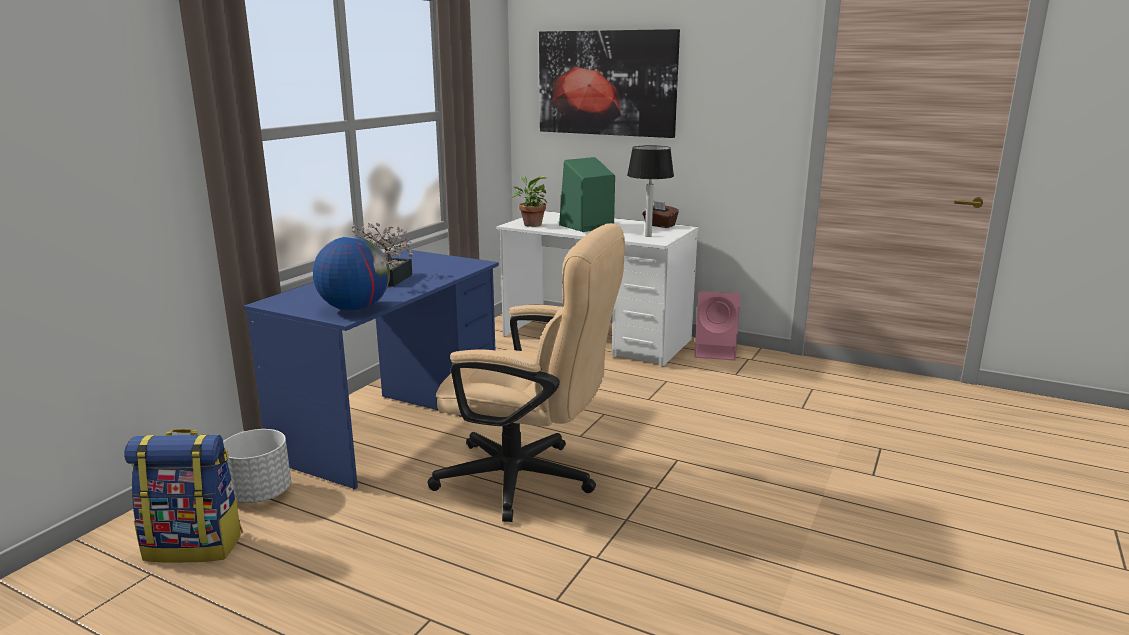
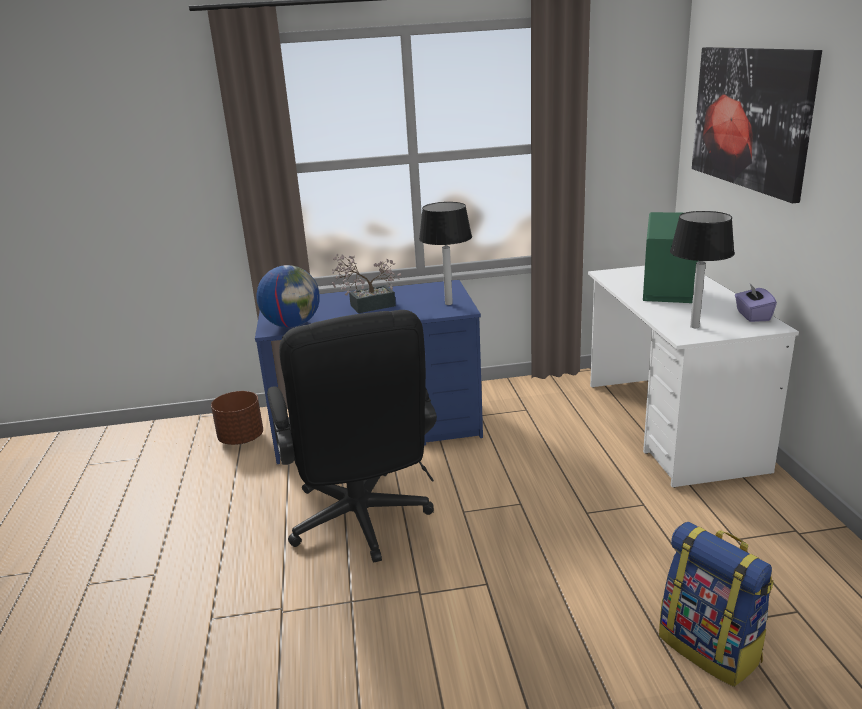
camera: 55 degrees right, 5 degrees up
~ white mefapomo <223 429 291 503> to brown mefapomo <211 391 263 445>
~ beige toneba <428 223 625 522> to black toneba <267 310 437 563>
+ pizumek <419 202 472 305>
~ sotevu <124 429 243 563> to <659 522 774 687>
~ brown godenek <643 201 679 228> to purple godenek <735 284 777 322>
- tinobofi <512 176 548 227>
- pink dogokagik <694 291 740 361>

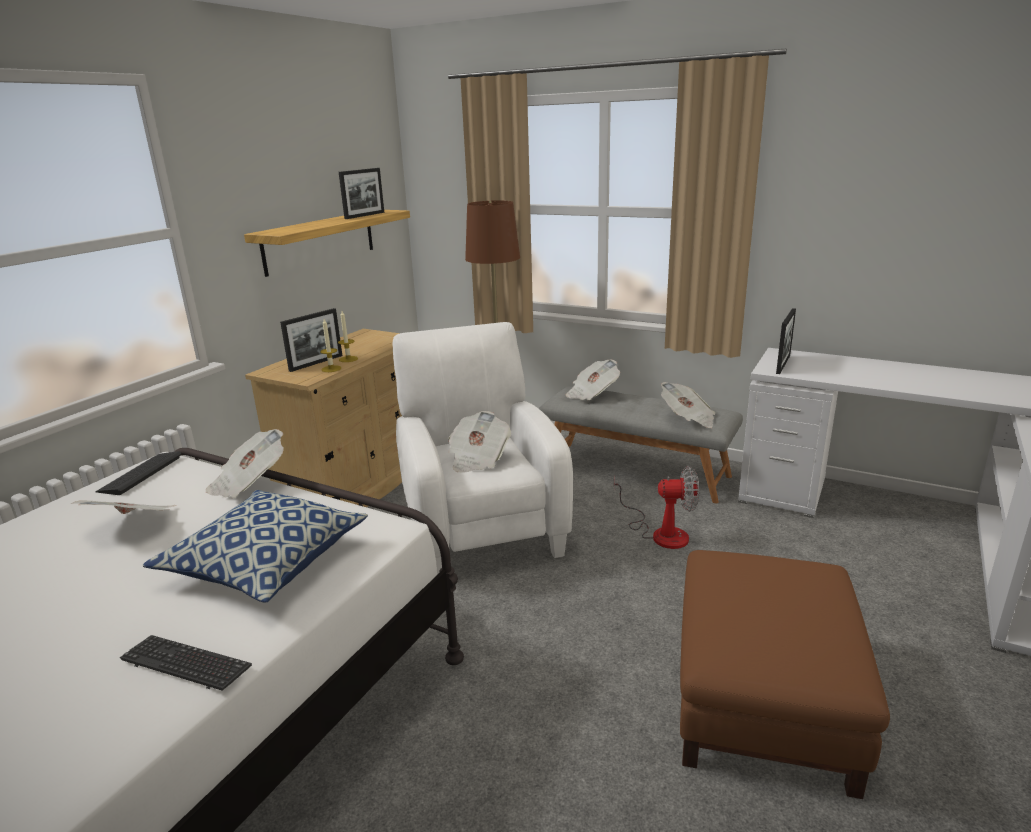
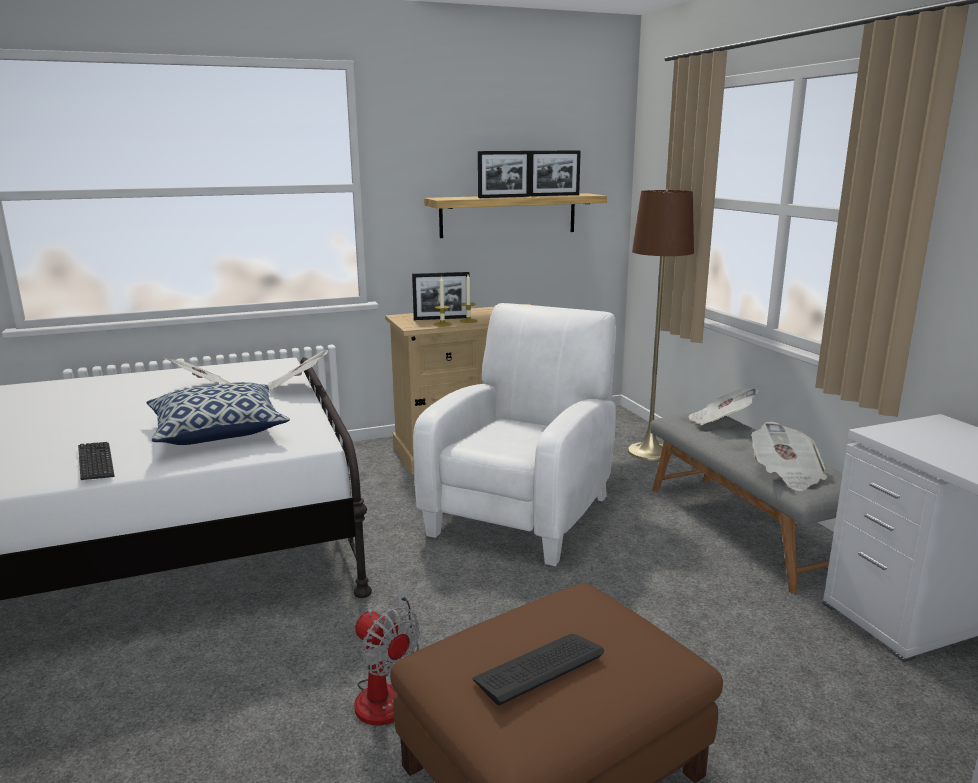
camera: 40 degrees right, 5 degrees down
~ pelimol <614 466 699 549> to <354 586 420 725>
~ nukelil <96 451 181 495> to <472 634 604 705>
~ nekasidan <776 308 796 374> to <478 151 530 198>
- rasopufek <448 411 511 473>

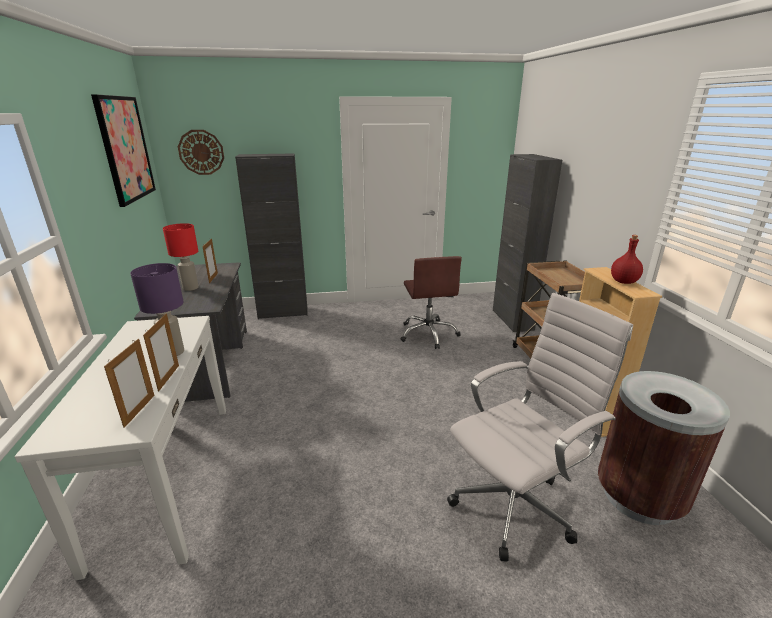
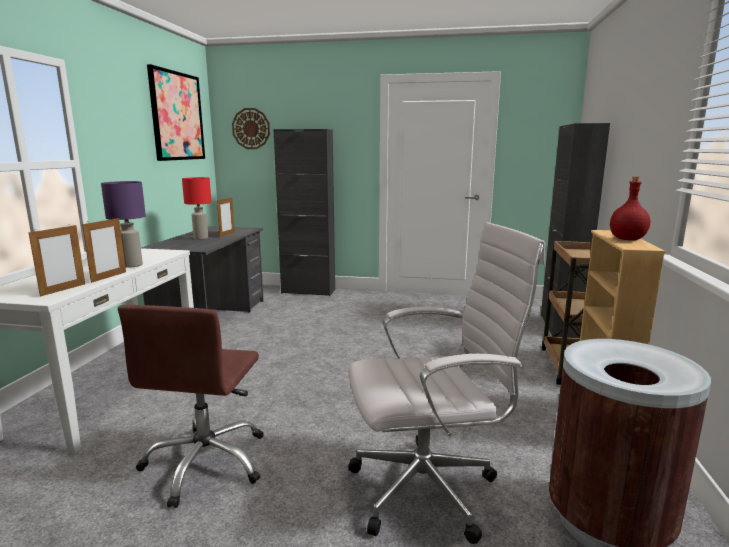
camera: 20 degrees right, 10 degrees down
~ brown toneba <400 256 462 349> to <118 305 264 508>

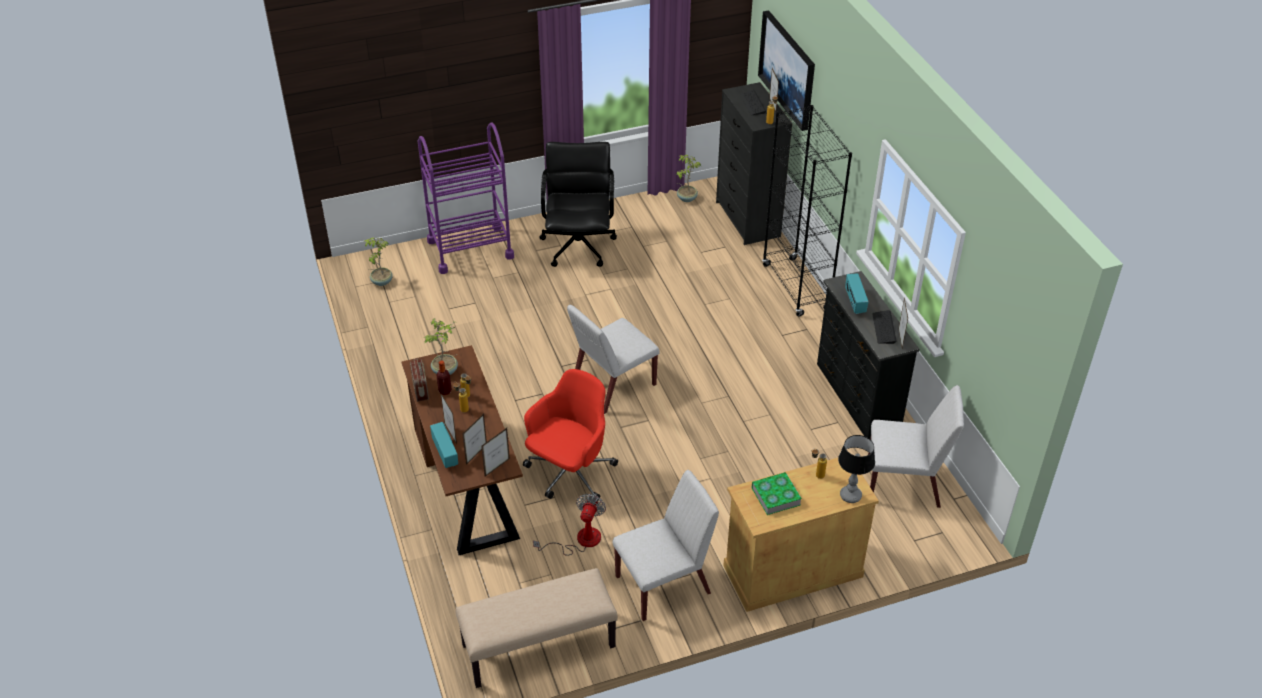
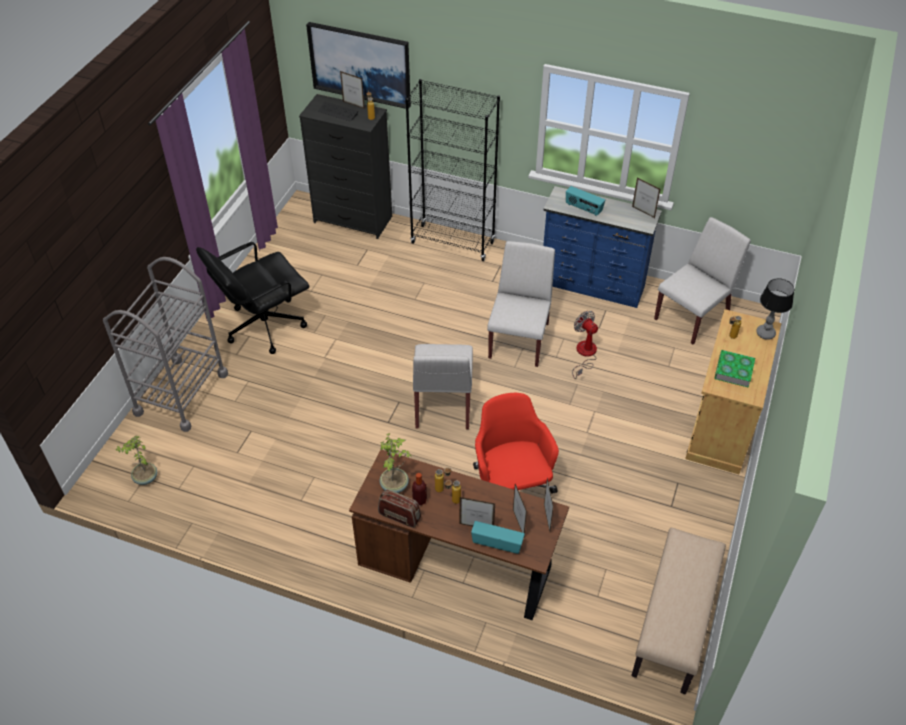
camera: 50 degrees left, 5 degrees up
~ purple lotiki <418 122 514 274> to grey lotiki <103 257 228 432>
~ black toneba <539 142 617 267> = <196 242 309 354> 75 degrees counterclockwise
~ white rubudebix <612 470 719 621> to <487 241 555 367>
~ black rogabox <817 271 919 439> to blue rogabox <543 186 662 308>
~ pelimol <533 494 606 556> to <572 311 598 379>
- tinobofi <676 155 701 202>
- nukelil <872 310 897 344>

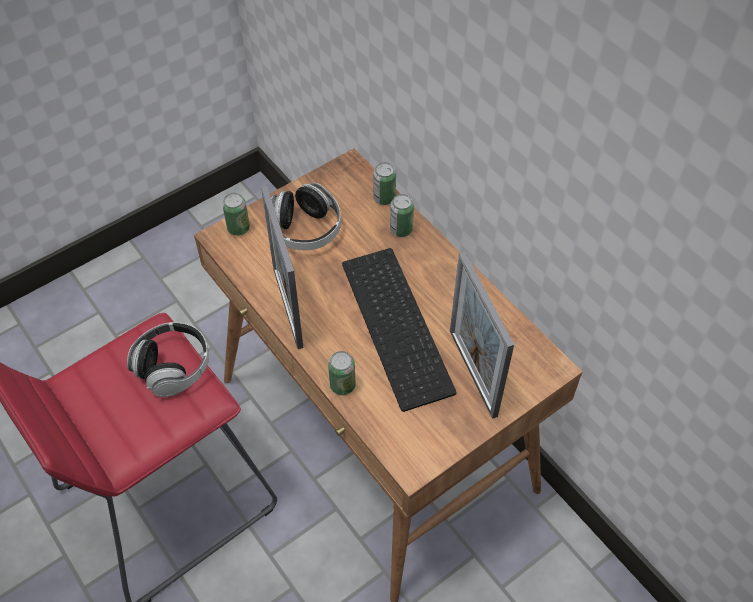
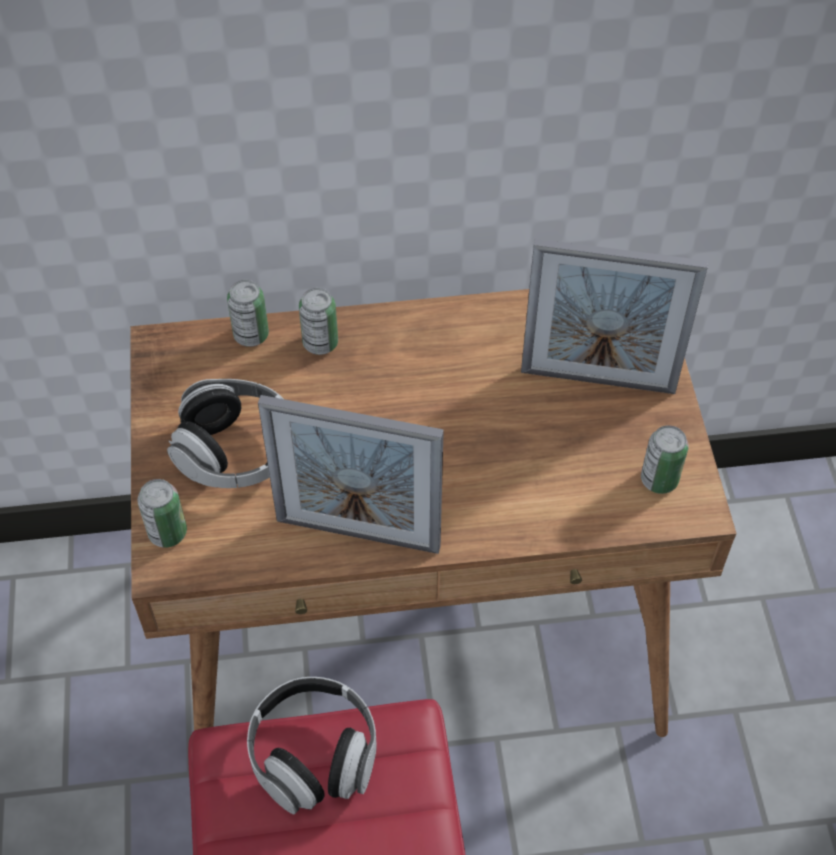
camera: 60 degrees left, 0 degrees up
~ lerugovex <328 351 356 395> to <641 425 688 494>
- nukelil <342 248 456 412>

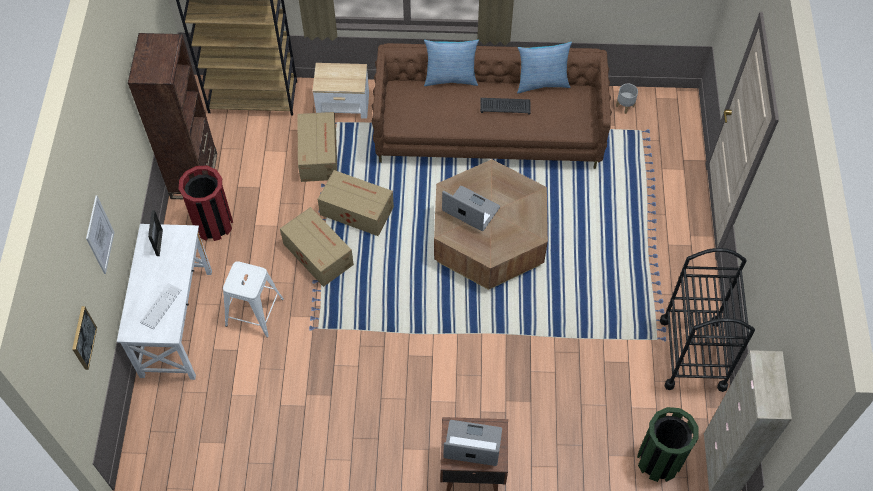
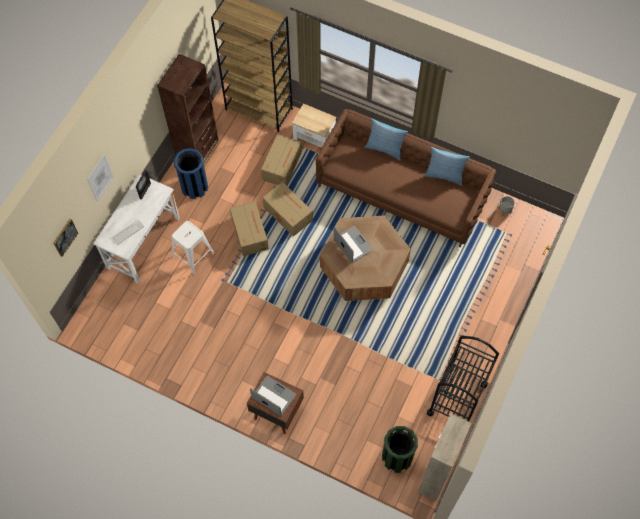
camera: 25 degrees right, 5 degrees up
~ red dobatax <179 166 233 241> to blue dobatax <174 148 208 199>
- nukelil <480 98 531 114>

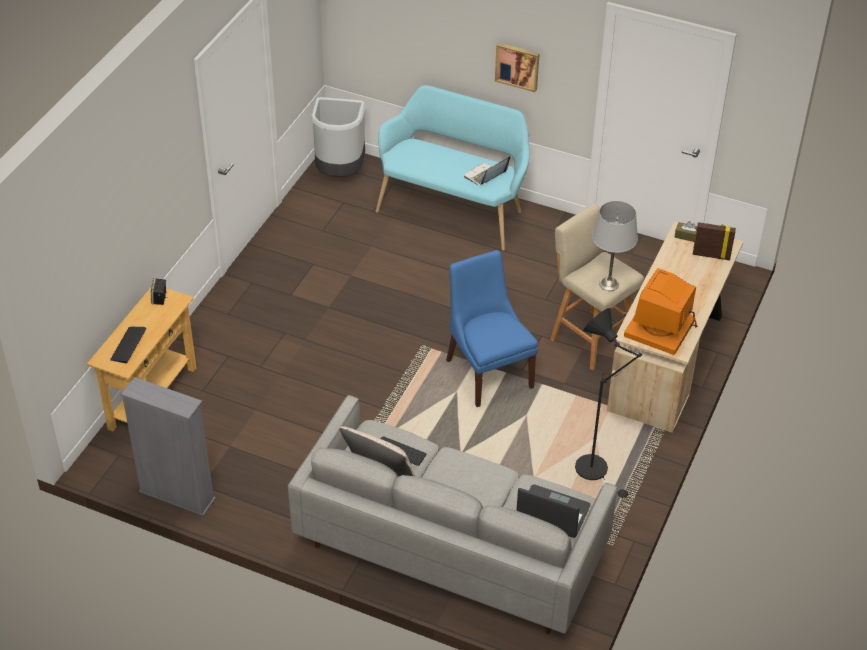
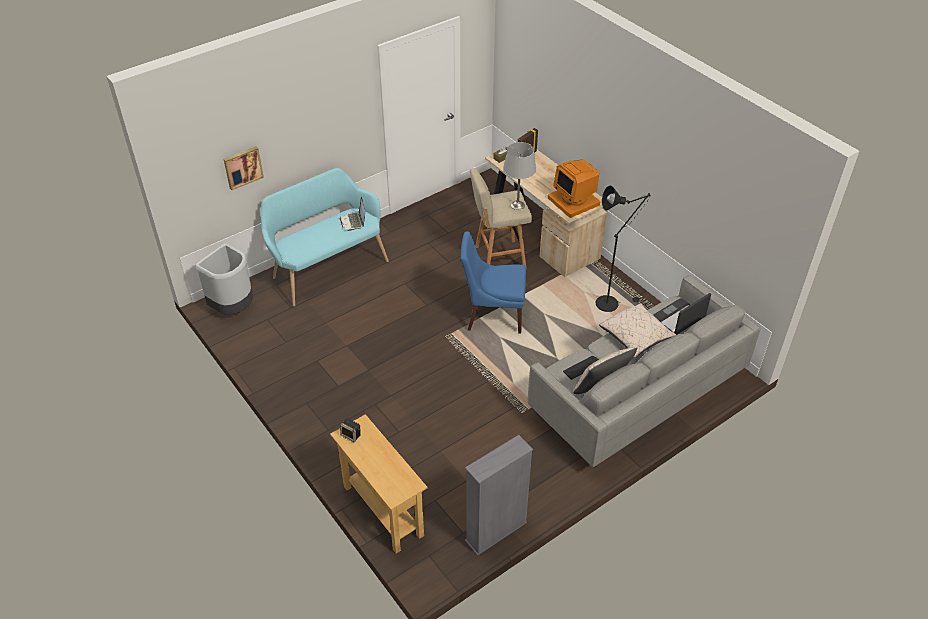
camera: 60 degrees left, 0 degrees up
~ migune <495 43 540 92> to <224 146 264 190>
+ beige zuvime <599 303 676 358>
- nukelil <110 327 147 363>

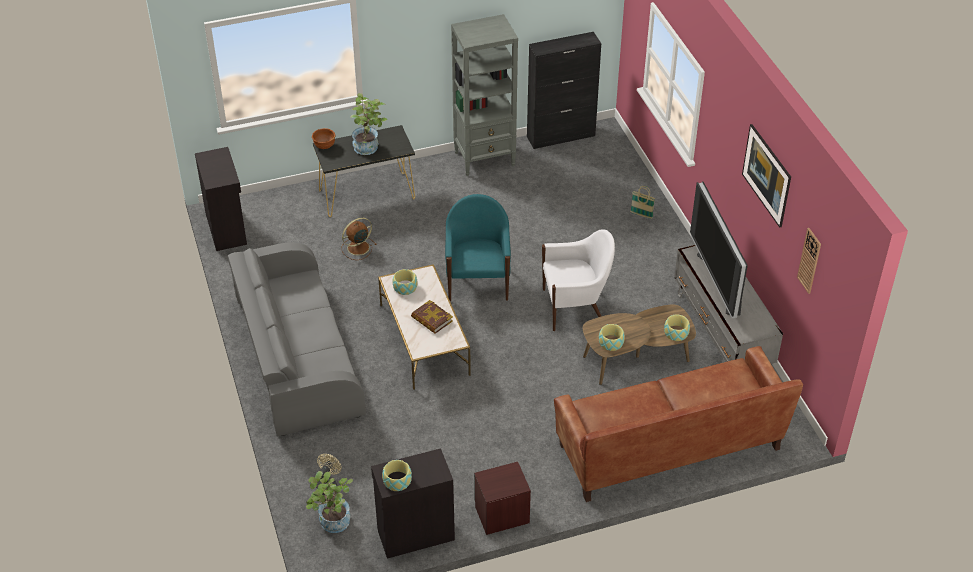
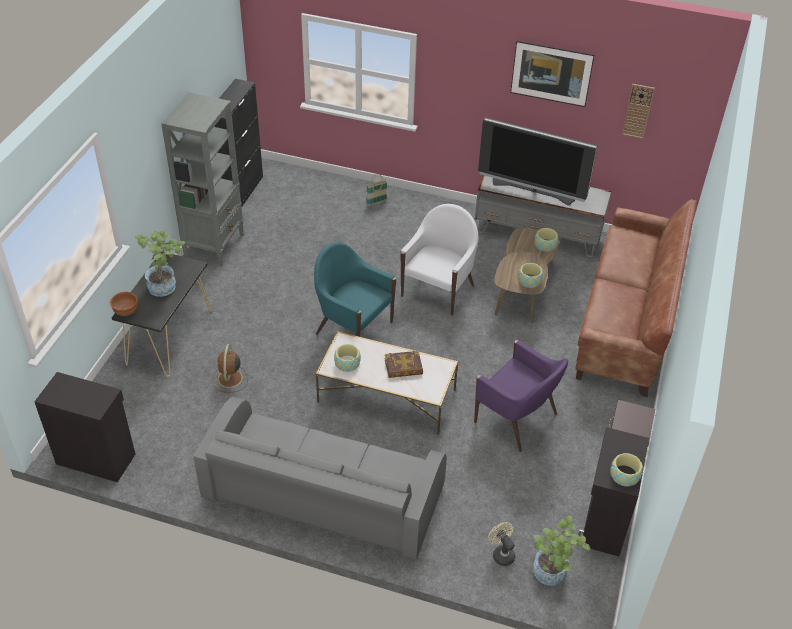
camera: 55 degrees left, 0 degrees up
+ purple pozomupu <474 340 568 452>

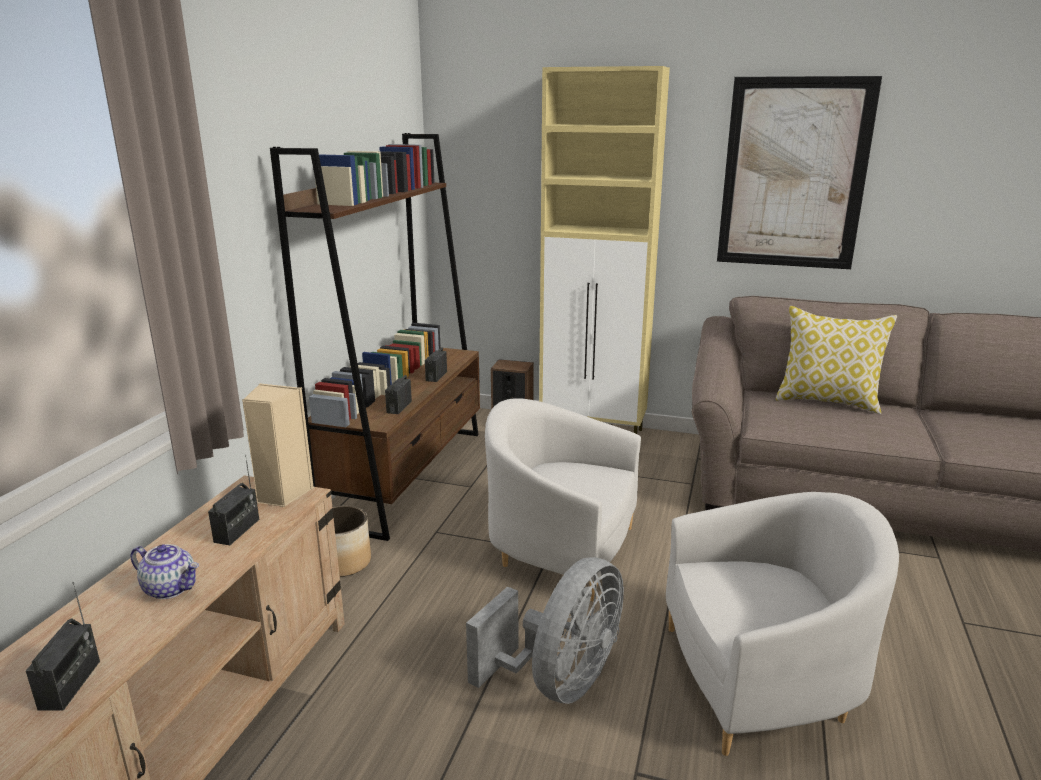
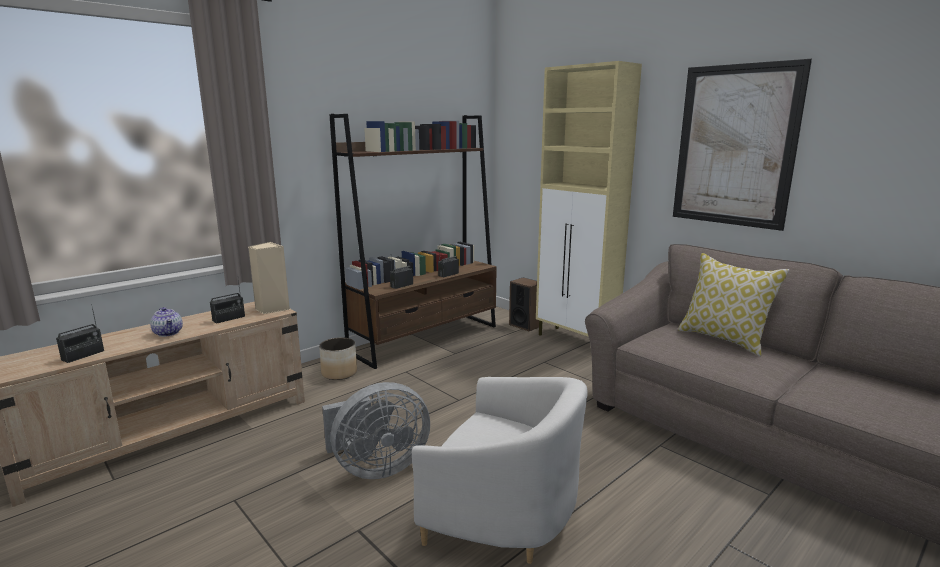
camera: 30 degrees right, 5 degrees down
- white pozomupu <485 398 641 601>

